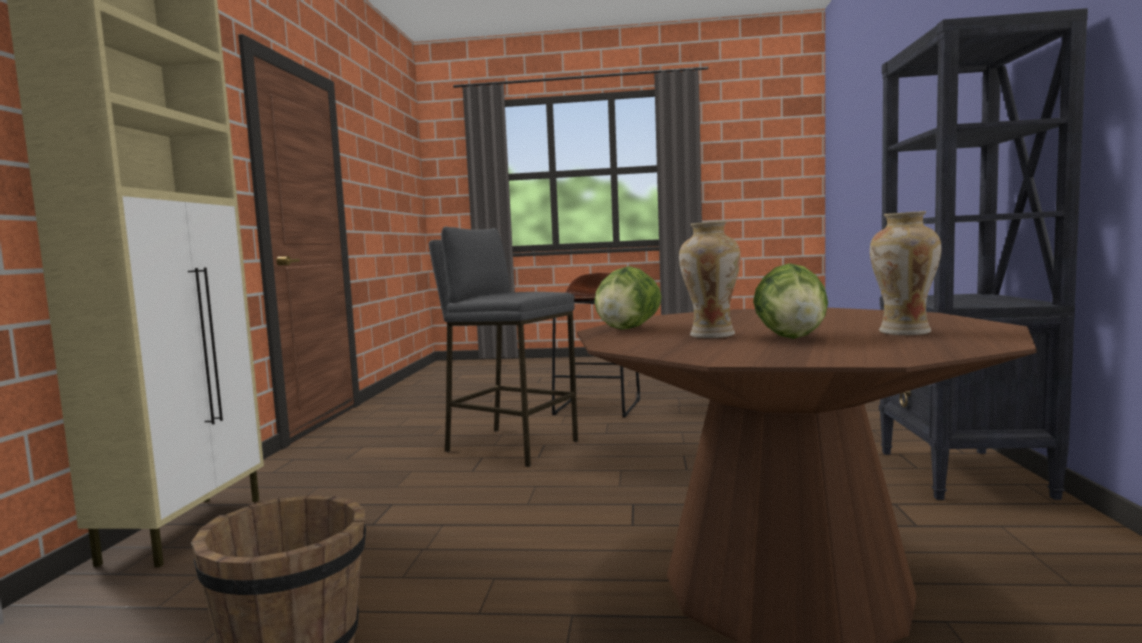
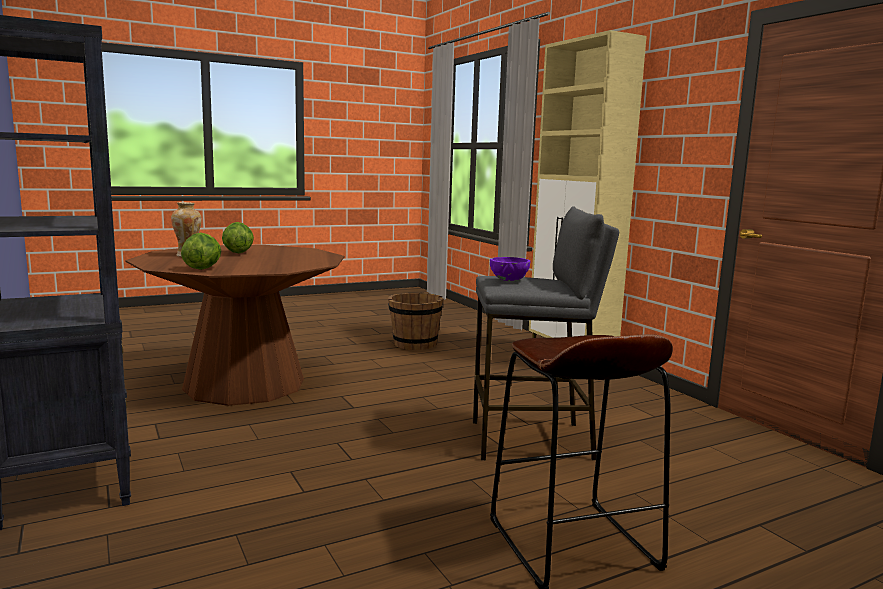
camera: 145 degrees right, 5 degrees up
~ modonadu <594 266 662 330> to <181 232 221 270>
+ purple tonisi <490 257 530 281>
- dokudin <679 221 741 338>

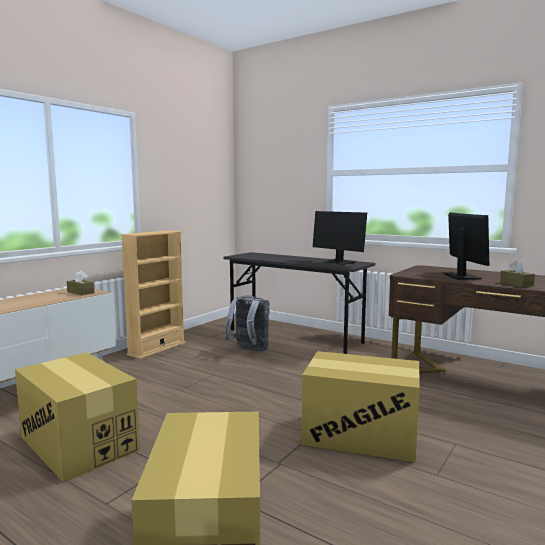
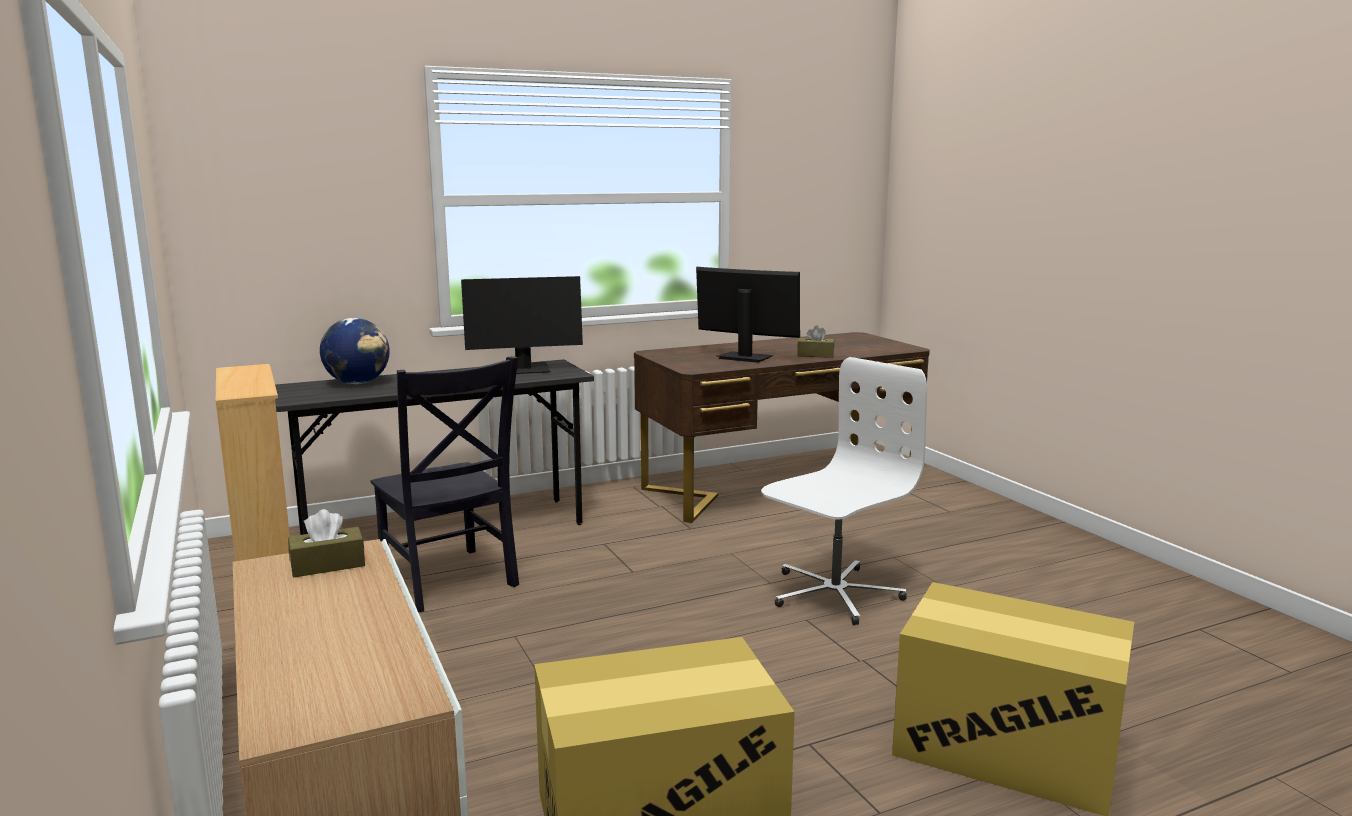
camera: 60 degrees left, 5 degrees up
+ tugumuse <320 318 390 384>
~ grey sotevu <224 295 270 351> to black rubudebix <370 356 519 612>
~ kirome <301 351 420 463> to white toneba <761 357 927 625>

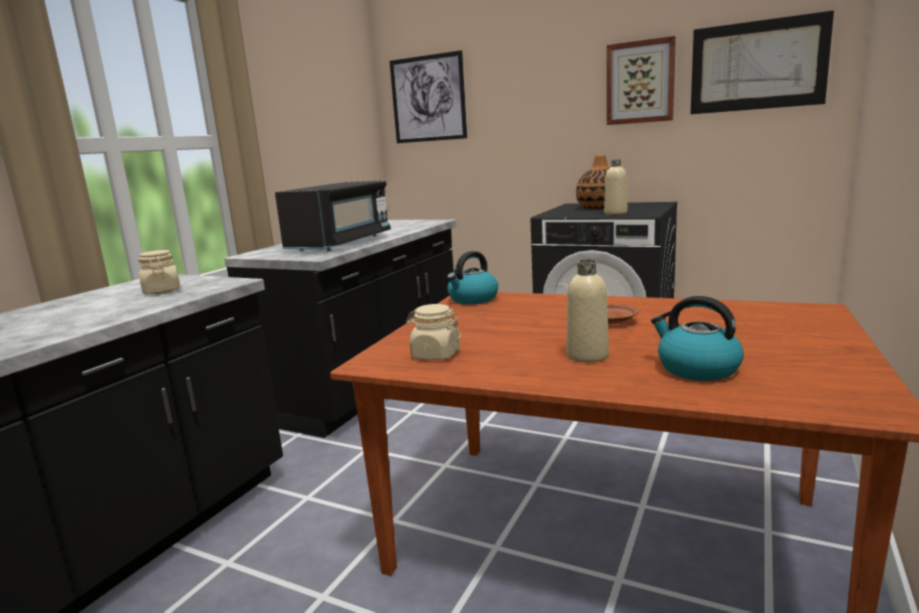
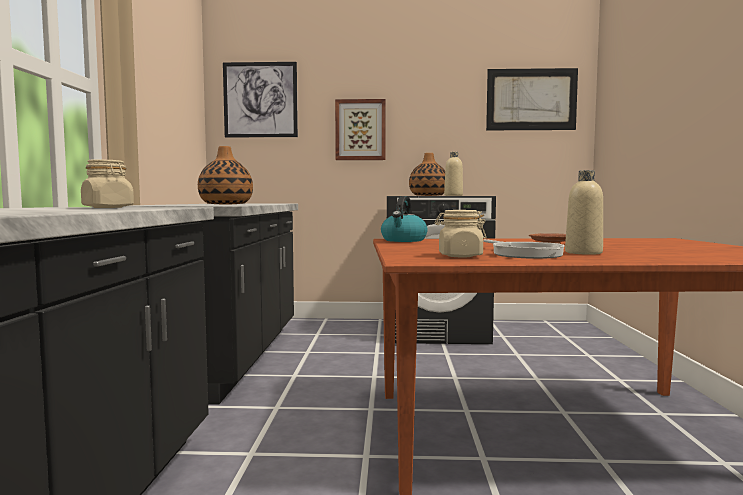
camera: 25 degrees left, 10 degrees down
~ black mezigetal <275 181 391 251> to dokudin <198 146 253 205>
~ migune <607 36 676 125> to <335 99 386 160>
+ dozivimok <483 239 565 259>
- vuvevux <651 296 744 381>

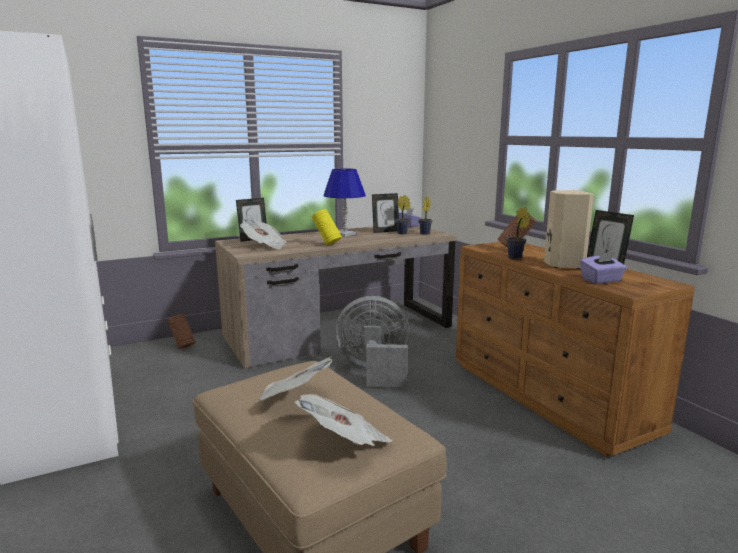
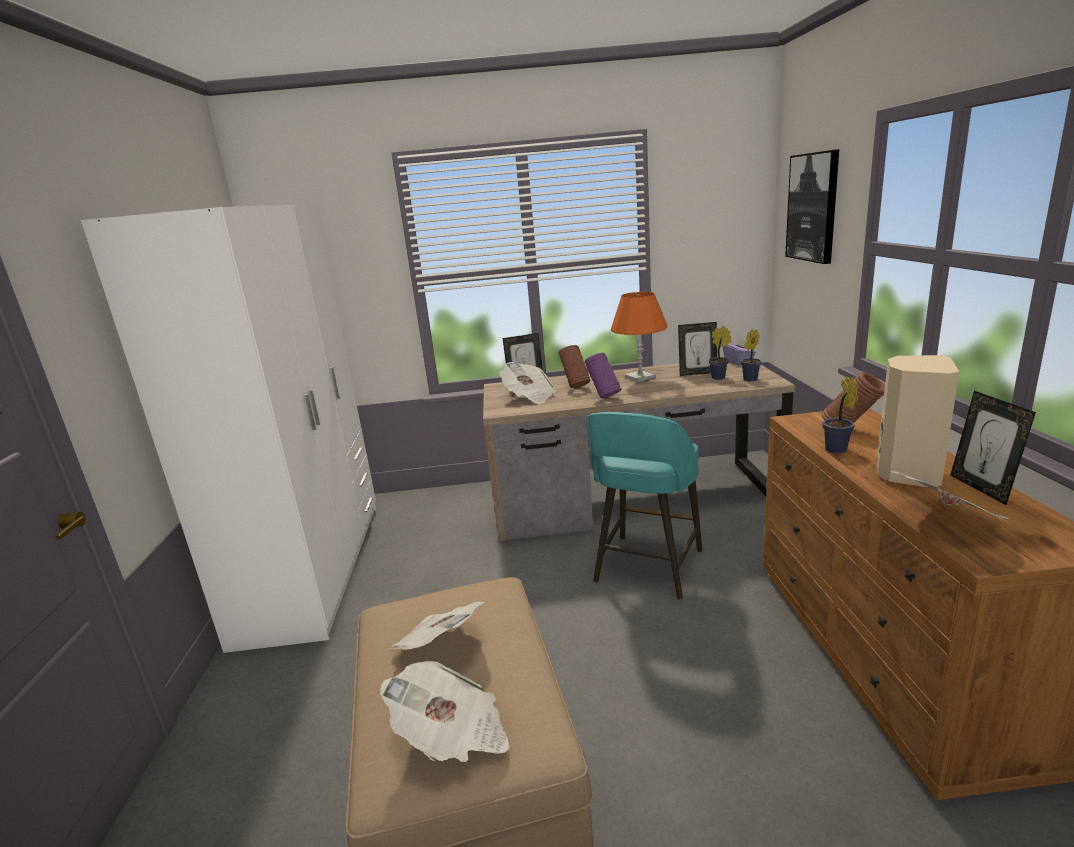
camera: 25 degrees right, 5 degrees up
~ brown dokudin <168 314 195 349> to <559 345 590 388>
~ yellow dokudin <312 209 342 245> to purple dokudin <585 352 622 399>
~ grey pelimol <335 296 410 387> to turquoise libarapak <588 412 702 600>
~ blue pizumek <324 169 366 237> to orange pizumek <611 292 668 382>
+ migune <785 149 839 264>
~ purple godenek <580 252 627 284> to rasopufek <891 471 1009 522>

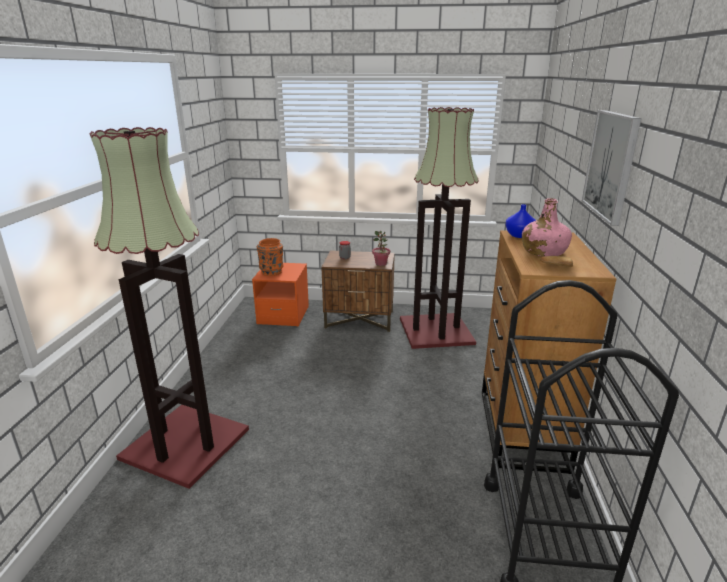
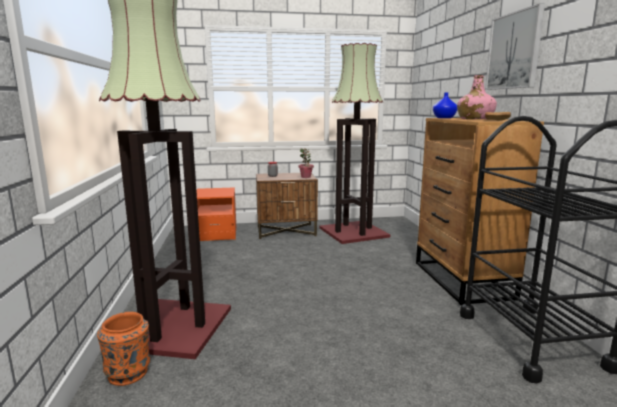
camera: 15 degrees left, 10 degrees down
~ orange dokudin <257 238 283 276> to <97 312 150 386>

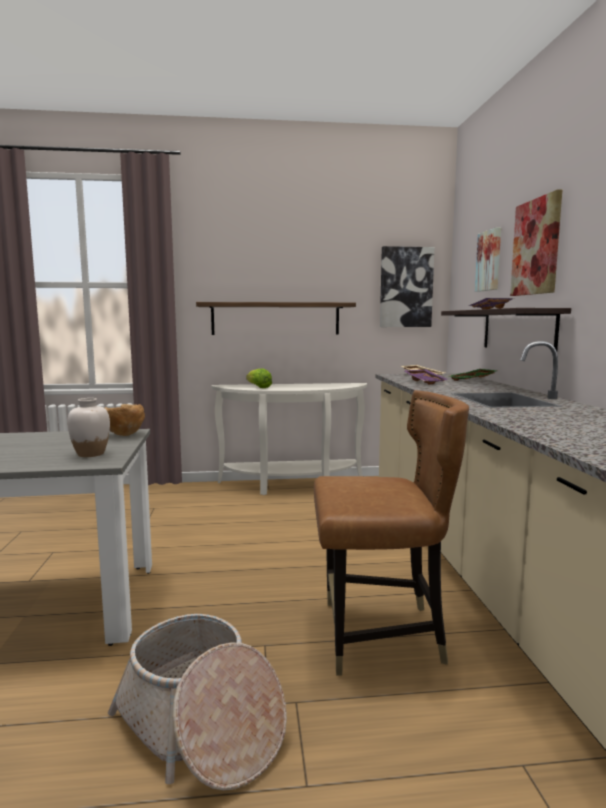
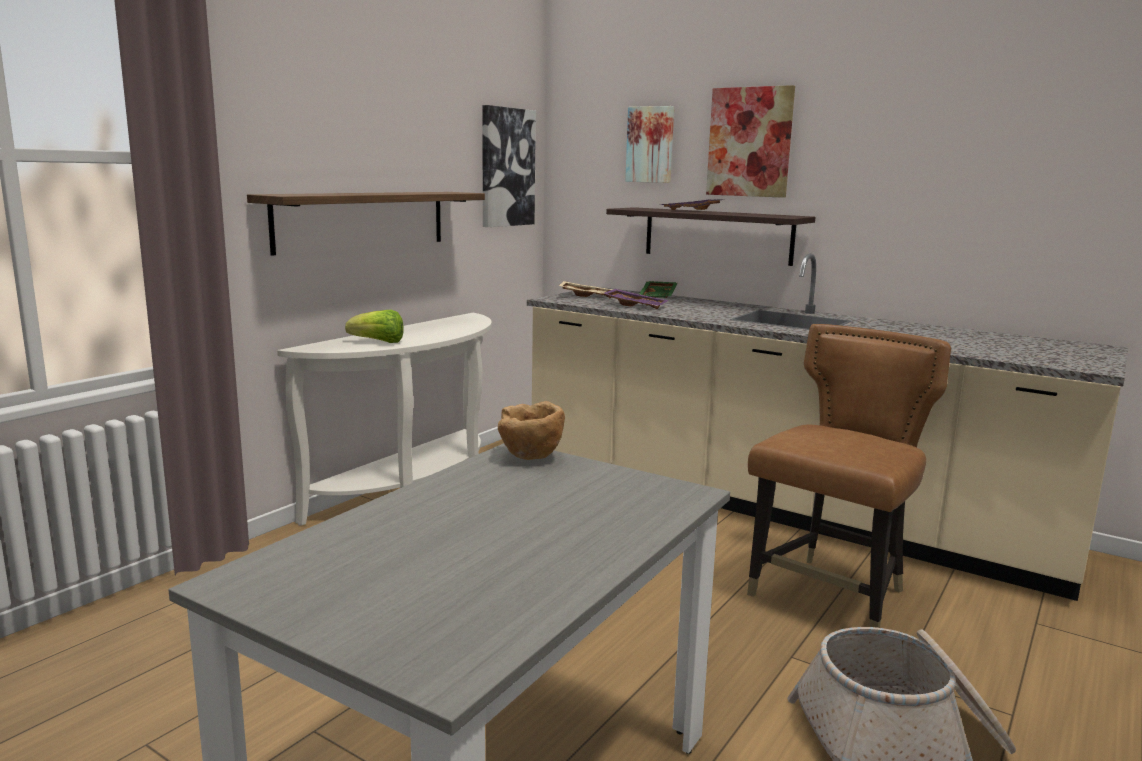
camera: 50 degrees left, 5 degrees up
- white dokudin <67 398 110 457>

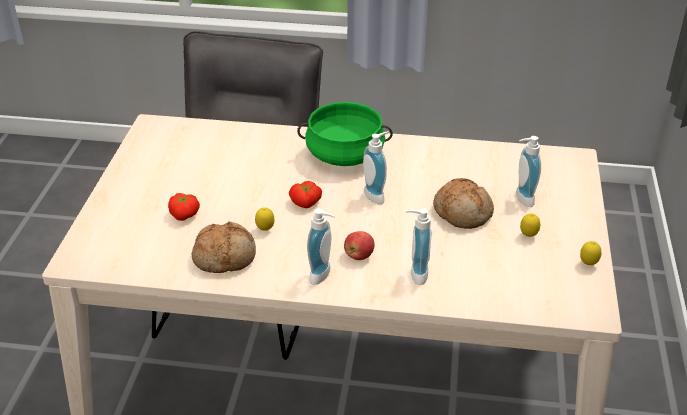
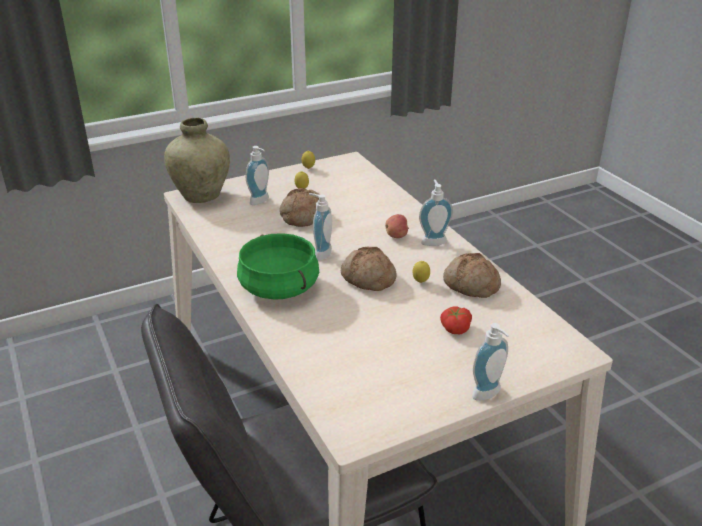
camera: 125 degrees left, 5 degrees down
+ beige dokudin <164 118 230 203>
~ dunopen <289 181 322 208> to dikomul <341 247 397 291>
~ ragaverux <406 208 431 285> to <472 323 509 401>

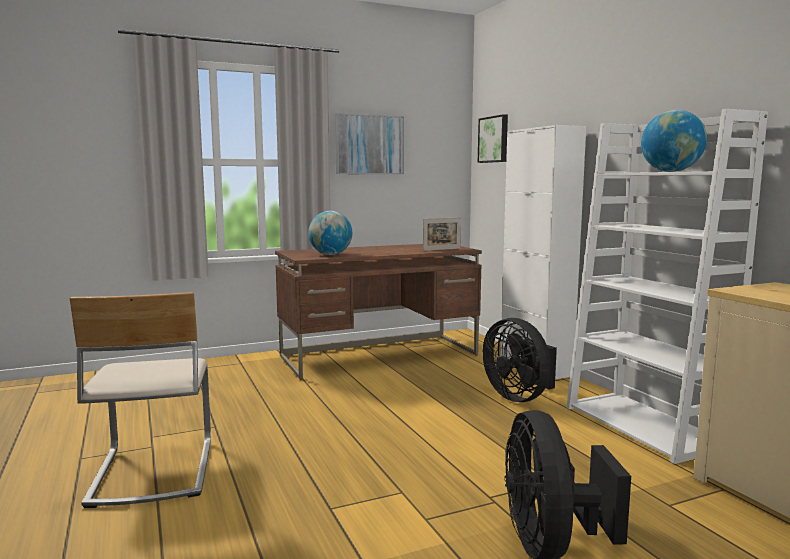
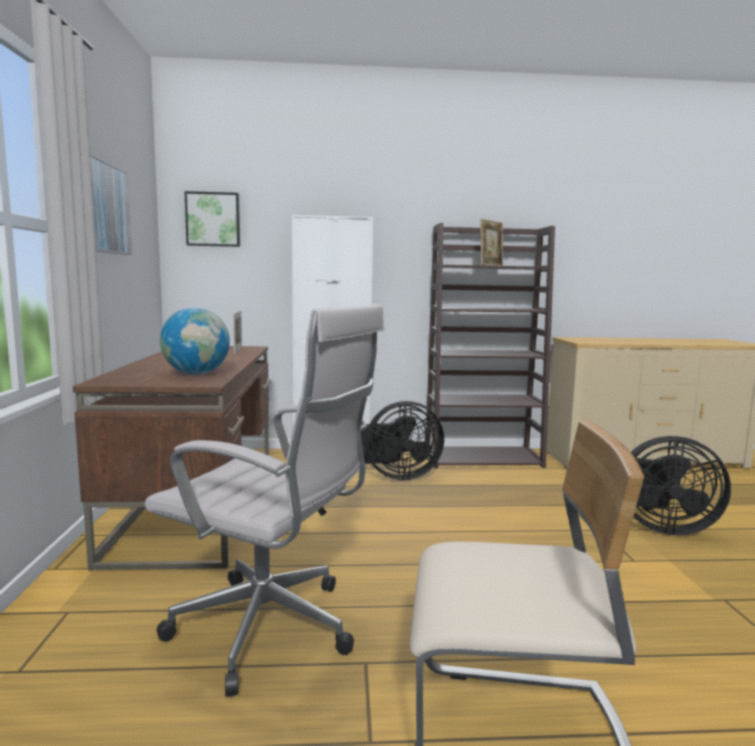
camera: 70 degrees left, 0 degrees up
+ white toneba <145 304 384 697>
~ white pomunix <566 109 768 464> to brown pomunix <426 223 555 468>
~ tugumuse <641 110 707 172> to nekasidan <480 219 503 266>

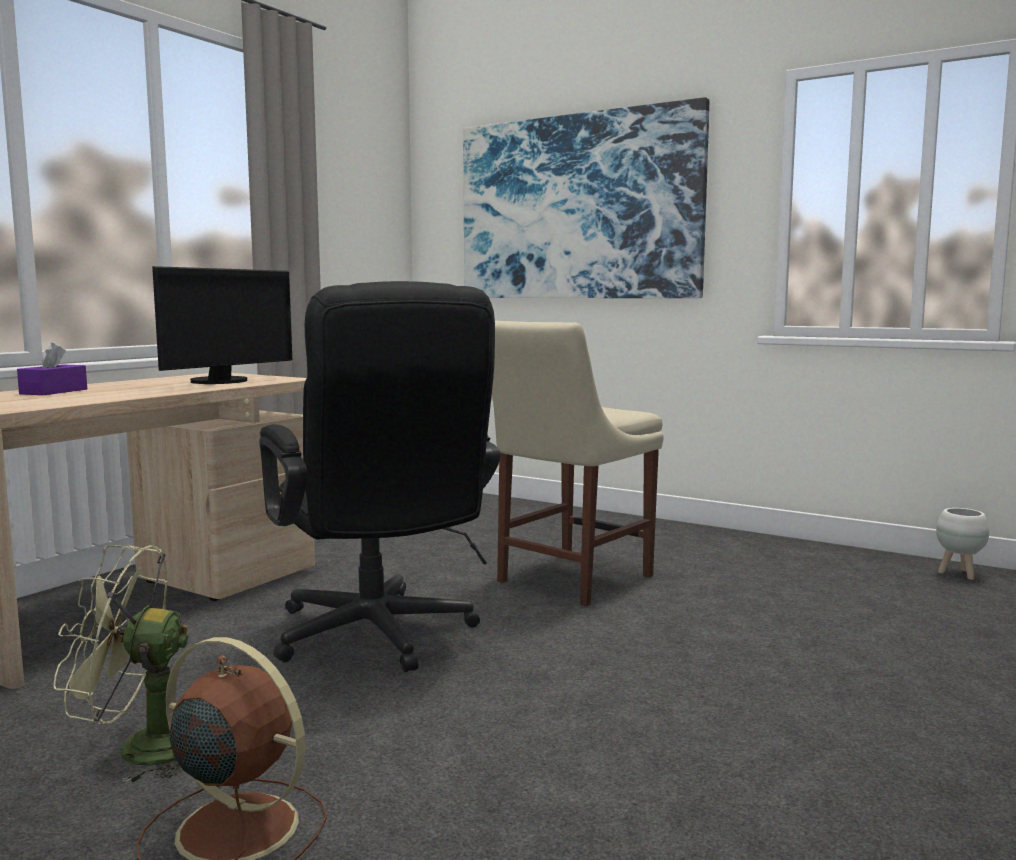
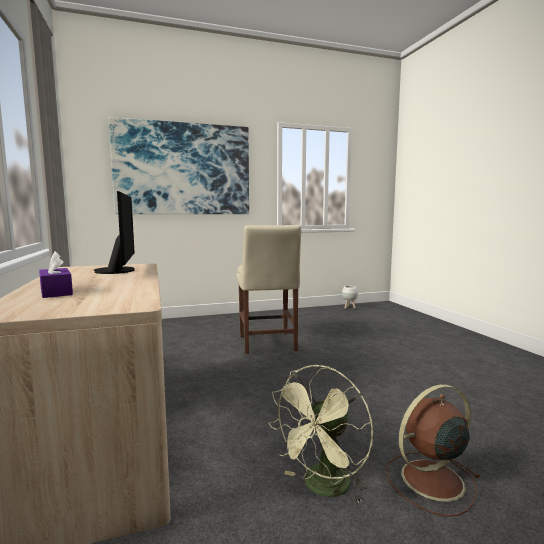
camera: 50 degrees left, 0 degrees up
- black toneba <259 281 501 672>

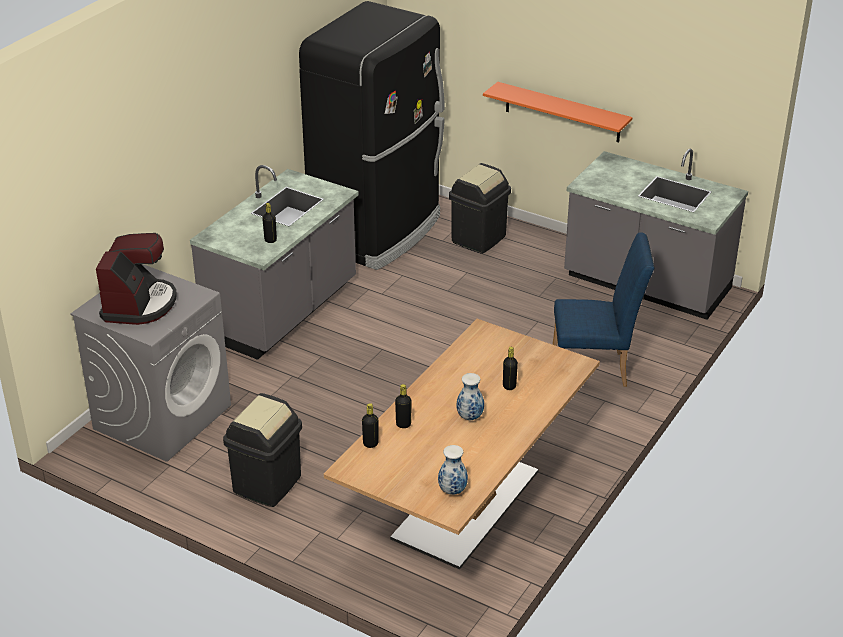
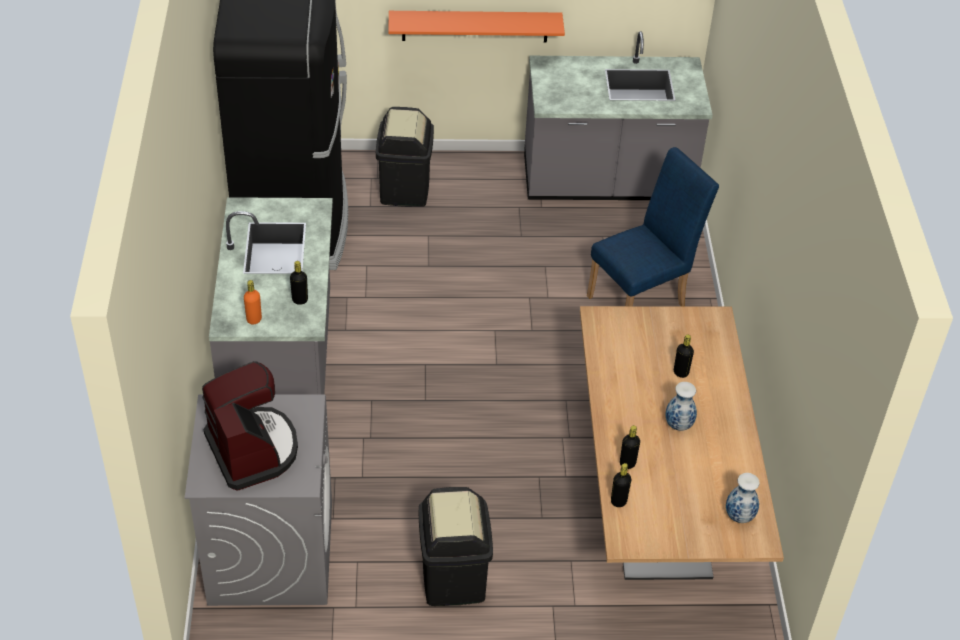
camera: 35 degrees left, 10 degrees up
+ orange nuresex <244 280 262 325>

